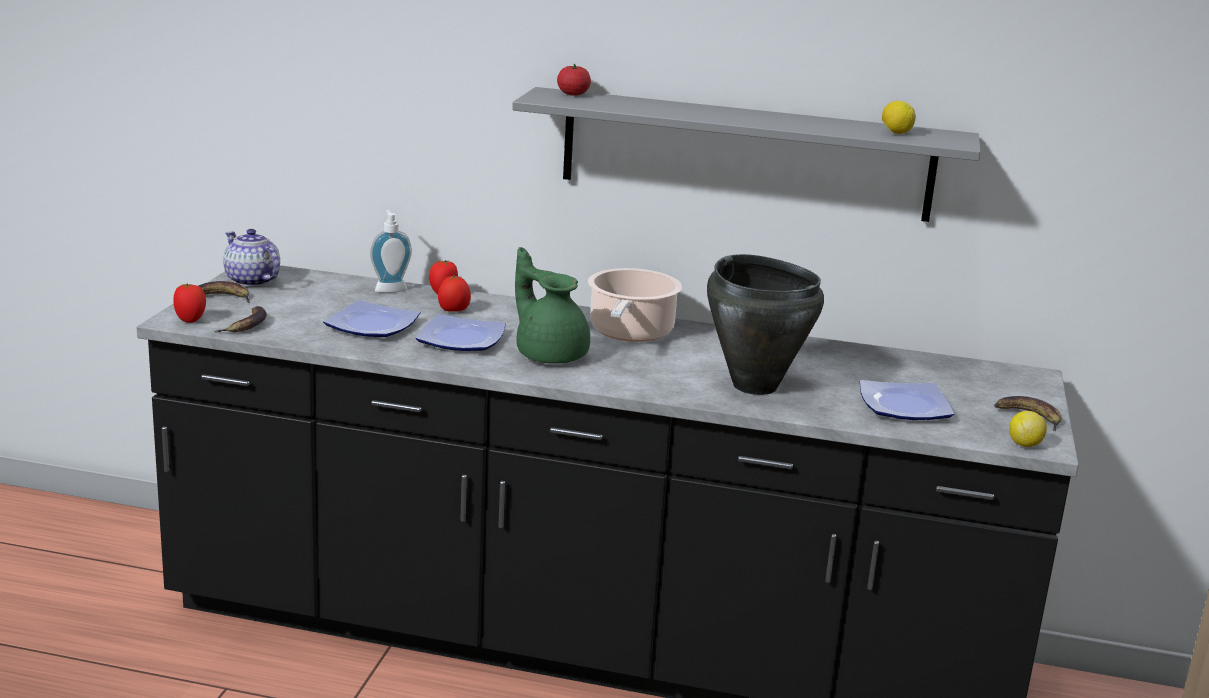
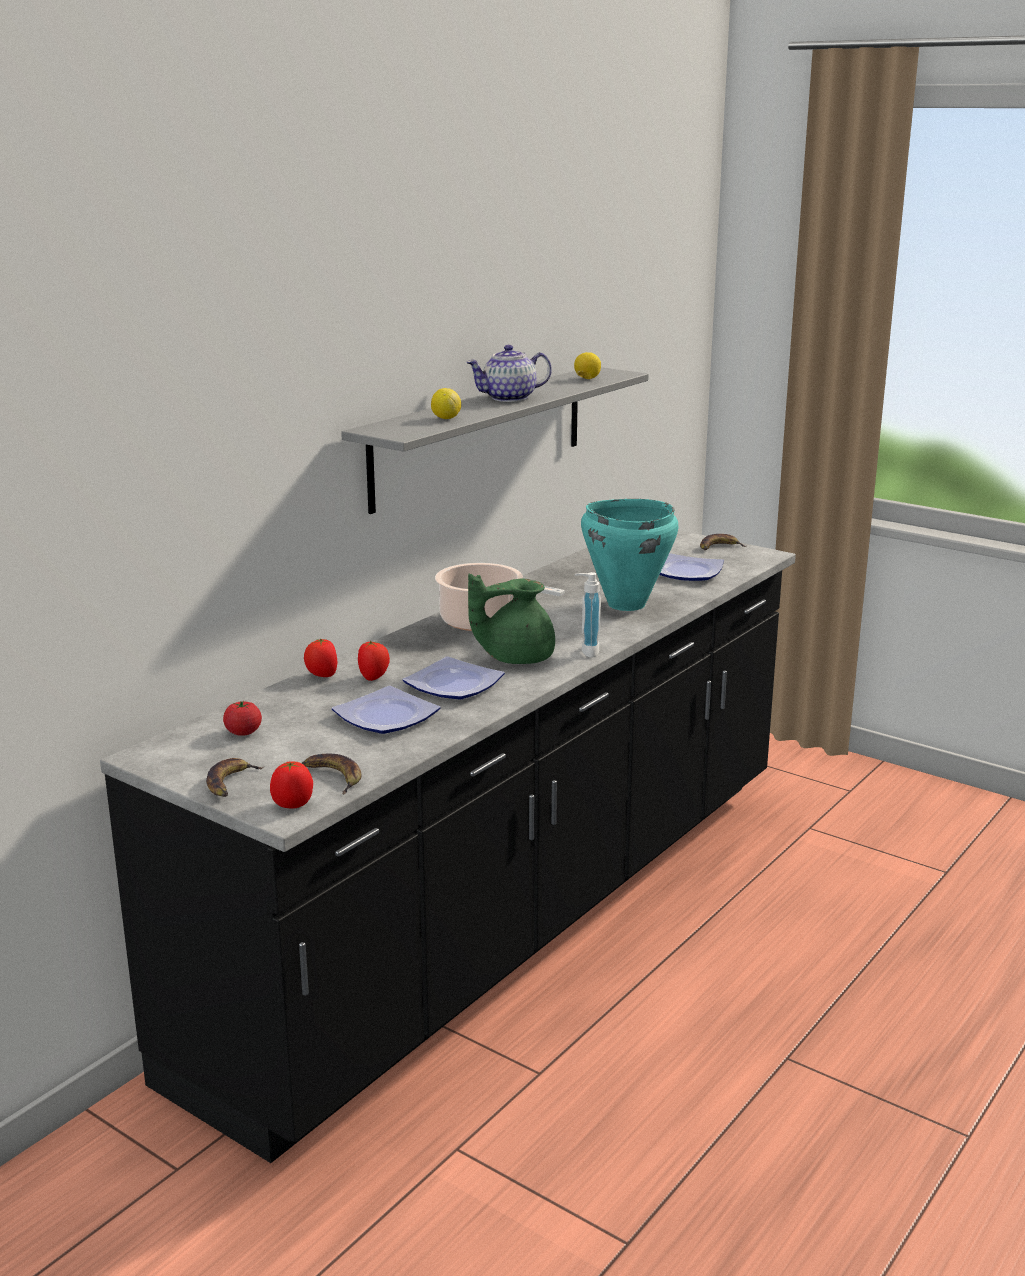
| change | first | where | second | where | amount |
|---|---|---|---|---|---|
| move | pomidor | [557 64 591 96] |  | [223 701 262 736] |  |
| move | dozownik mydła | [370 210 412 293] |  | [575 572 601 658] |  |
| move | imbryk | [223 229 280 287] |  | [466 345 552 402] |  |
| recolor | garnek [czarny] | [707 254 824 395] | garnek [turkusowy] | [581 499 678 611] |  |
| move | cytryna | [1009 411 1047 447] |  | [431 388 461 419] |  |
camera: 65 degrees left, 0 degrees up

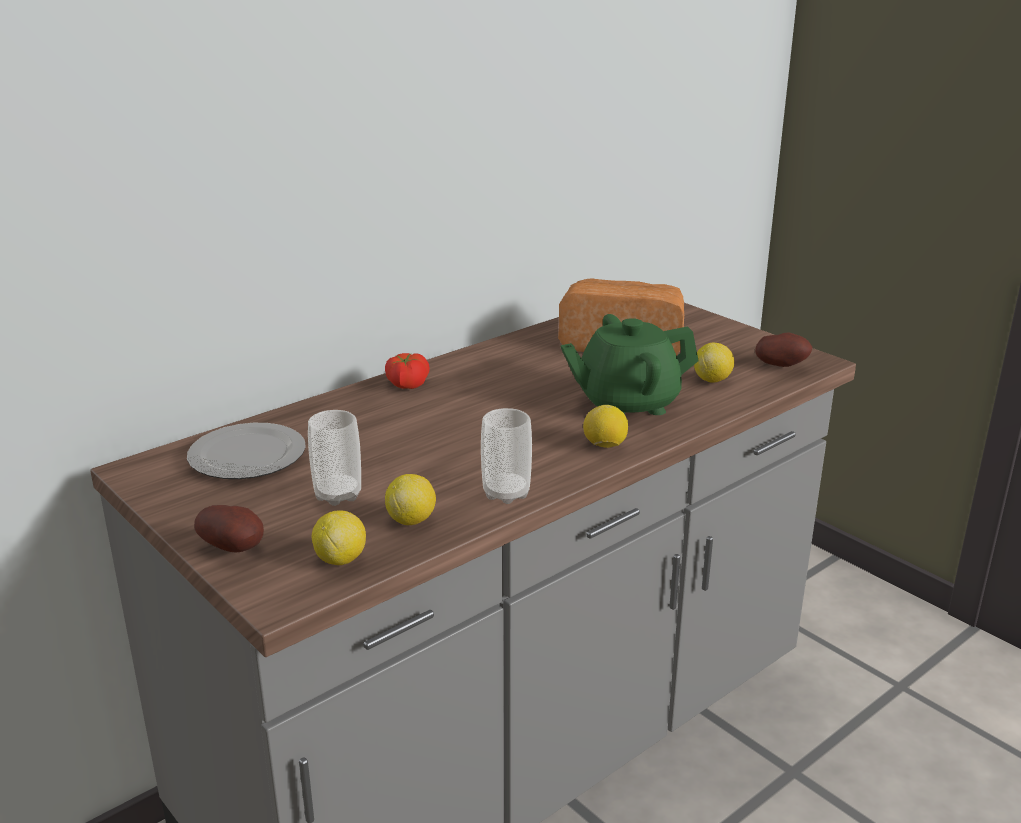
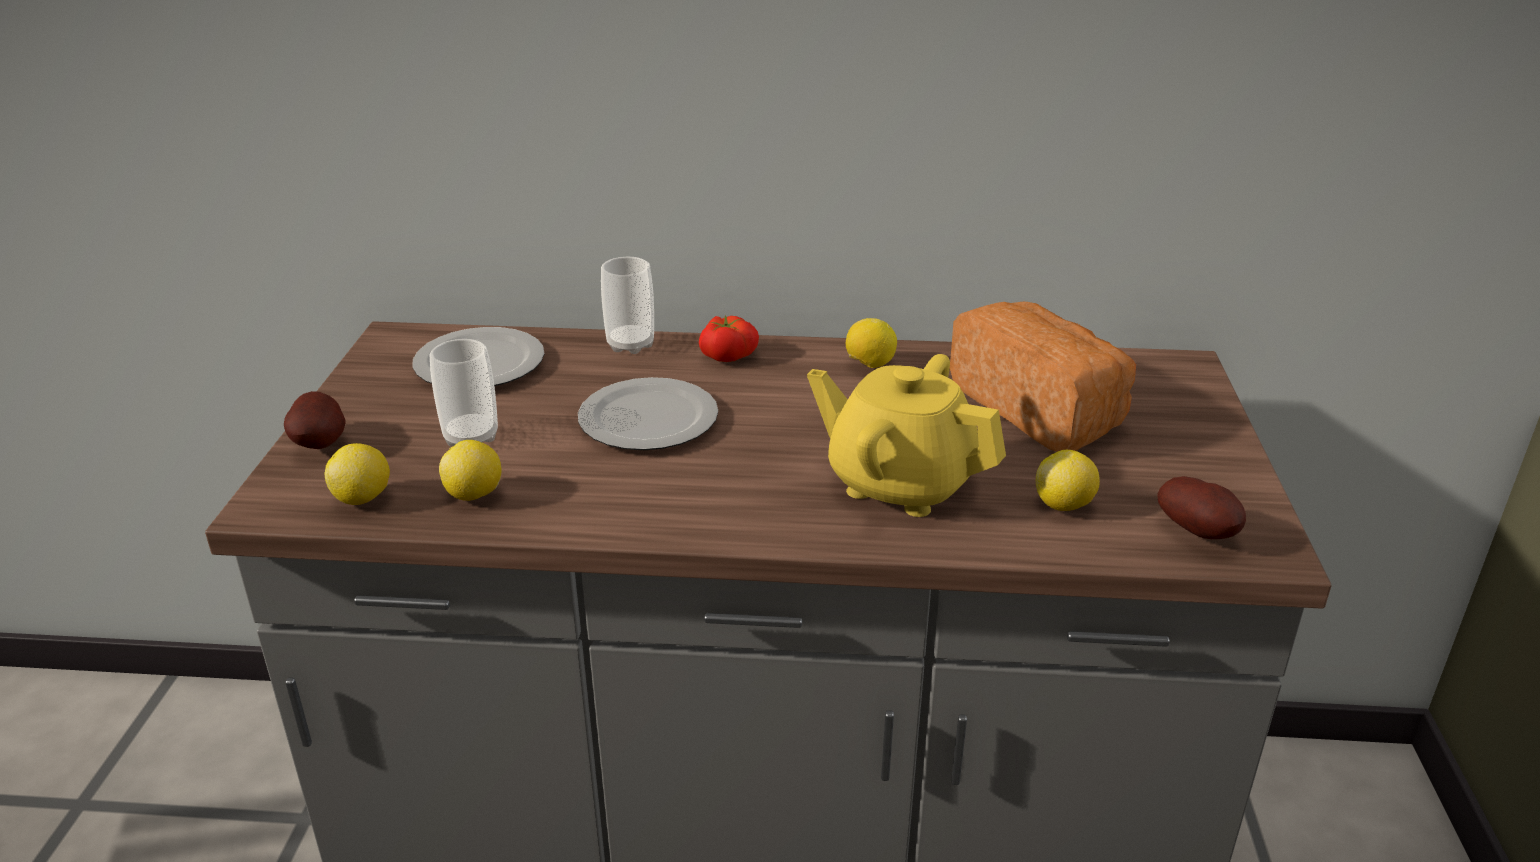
| change | first | where | second | where | amount |
|---|---|---|---|---|---|
| recolor | imbryk [zielony] | [560 314 699 415] | imbryk [żółty] | [807 354 1006 517] |  |
| move | cytryna | [583 405 628 448] |  | [846 318 897 368] |  |
| move | filiżanka | [481 408 532 504] |  | [601 257 654 354] |  |
| insert |  |  | talerz | [578 377 718 450] |  |
camera: 45 degrees right, 5 degrees up

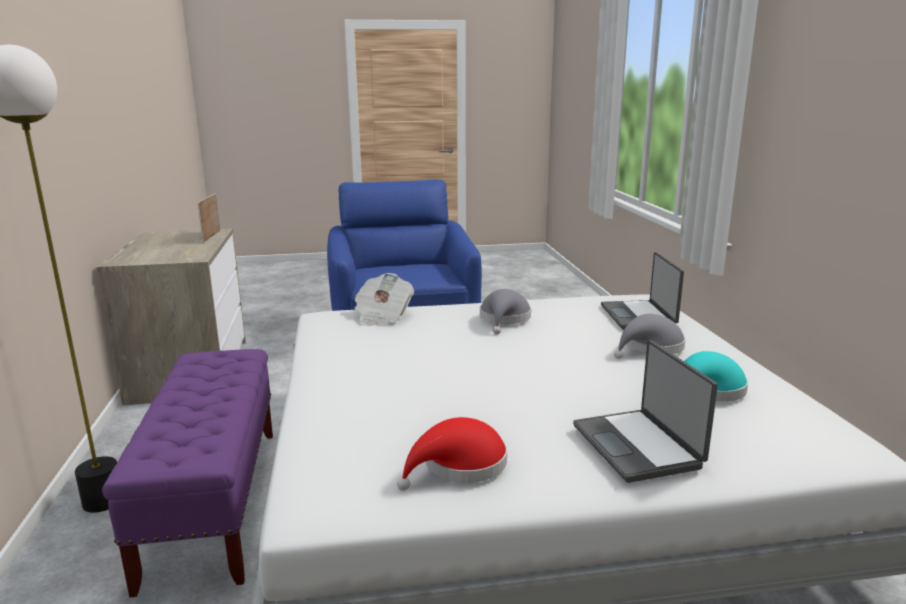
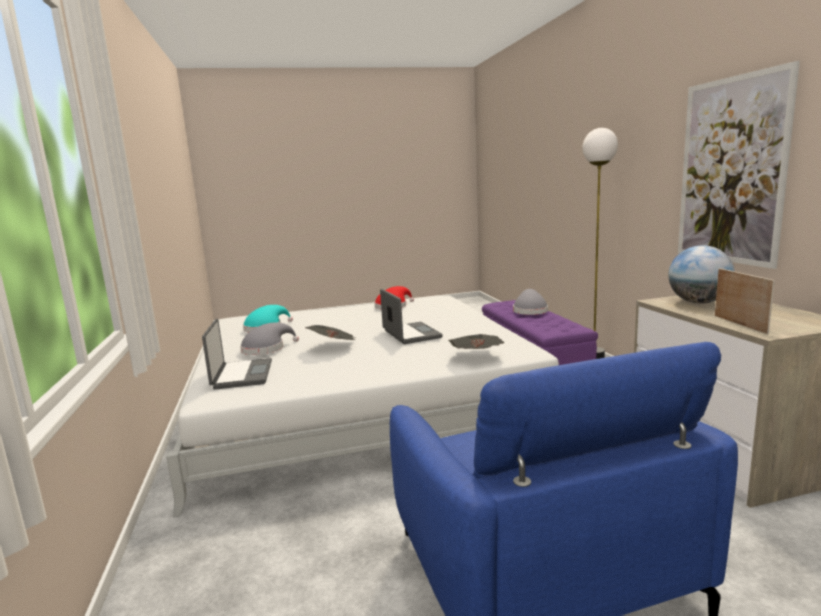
| change | first | where | second | where | amount |
|---|---|---|---|---|---|
| move | kapelusz [szary] | [480 289 531 334] |  | [513 289 548 315] |  |
| move | laptop | [573 340 718 483] |  | [380 289 443 344] |  |
| insert |  |  | obraz | [678 61 800 269] |  |
| insert |  |  | globus | [668 245 735 304] |  |
| insert |  |  | gazeta | [305 325 356 340] |  |
camera: 175 degrees right, 5 degrees down

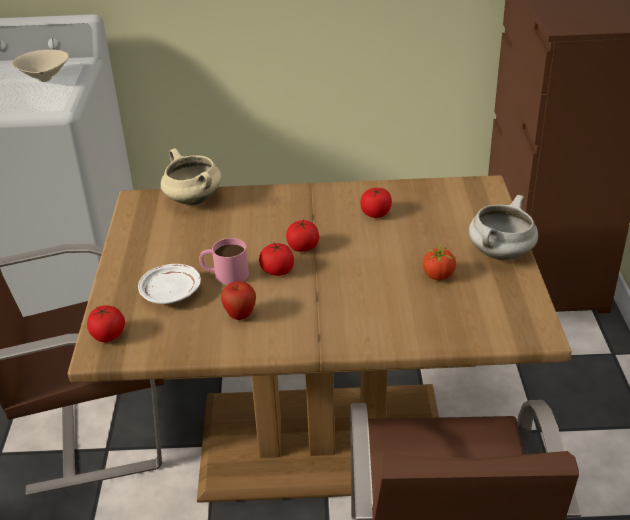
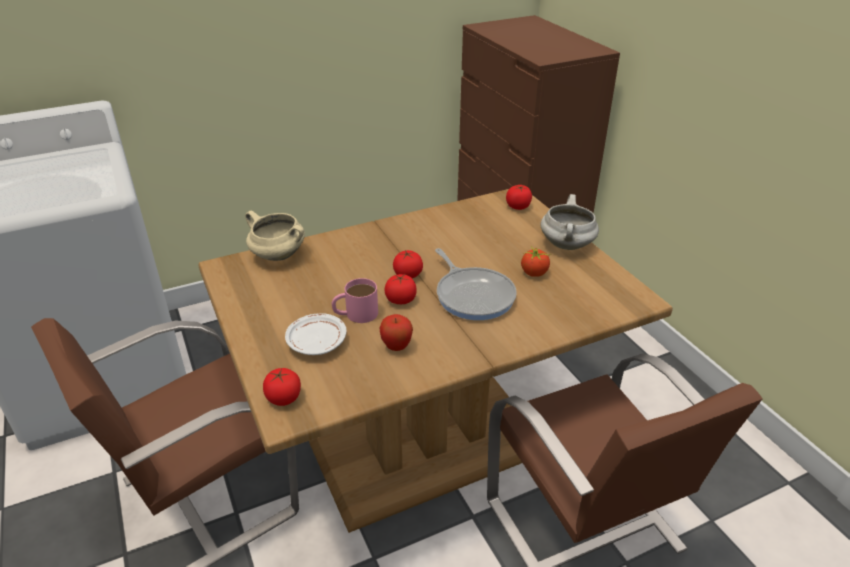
| change | first | where | second | where | amount |
|---|---|---|---|---|---|
| delete | miska [beżowy] | [12 50 69 82] |  |  |  |
| move | pomidor | [360 188 392 218] |  | [506 185 532 210] |  |
| insert |  |  | patelnia | [435 248 517 320] |  |
camera: 25 degrees left, 0 degrees up

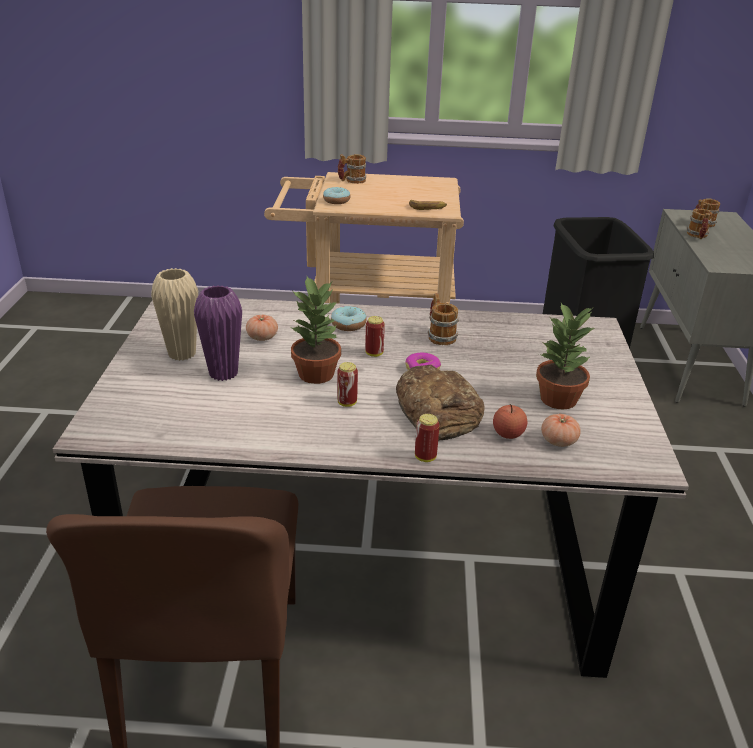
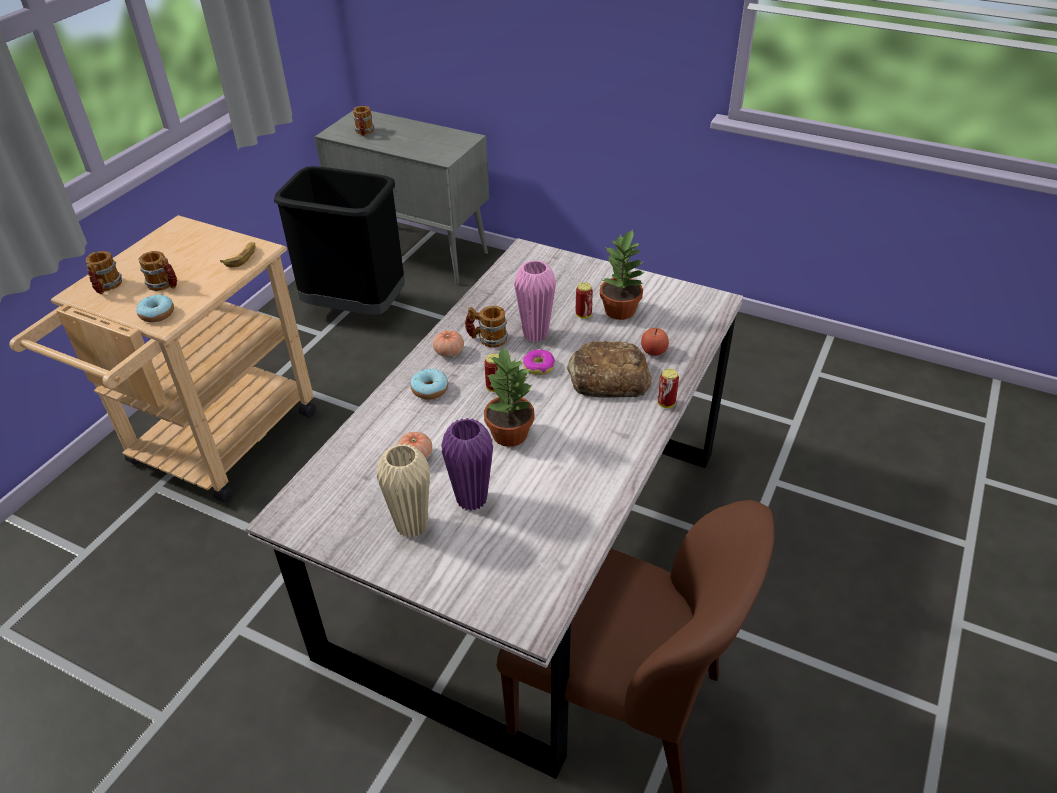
| change | first | where | second | where | amount |
|---|---|---|---|---|---|
| move | kubek | [687 209 712 239] |  | [139 251 177 291] |  |
| move | puszka | [337 362 358 407] |  | [576 282 593 319] |  |
| move | pomidor | [541 414 581 447] |  | [433 330 464 357] |  |
| insert |  |  | wazon [różowy] | [514 260 556 342] |  |
camera: 65 degrees left, 10 degrees up

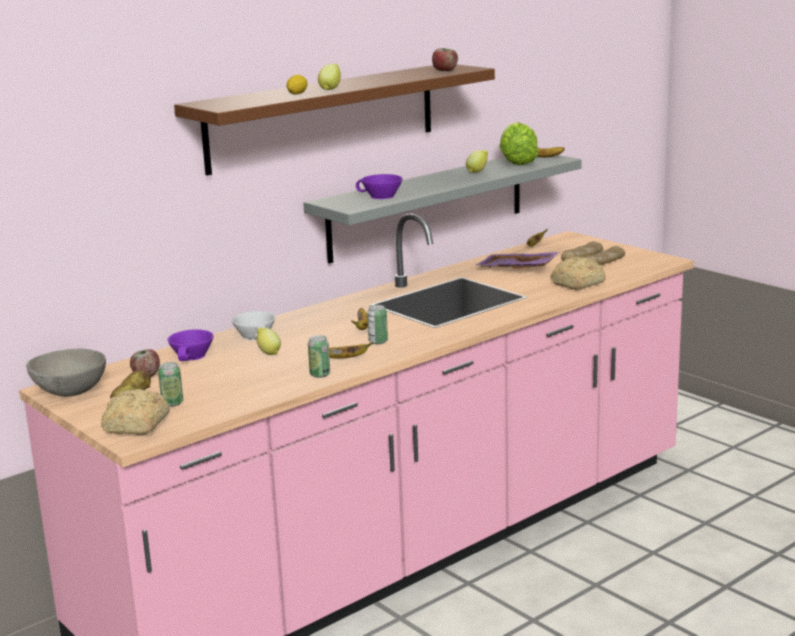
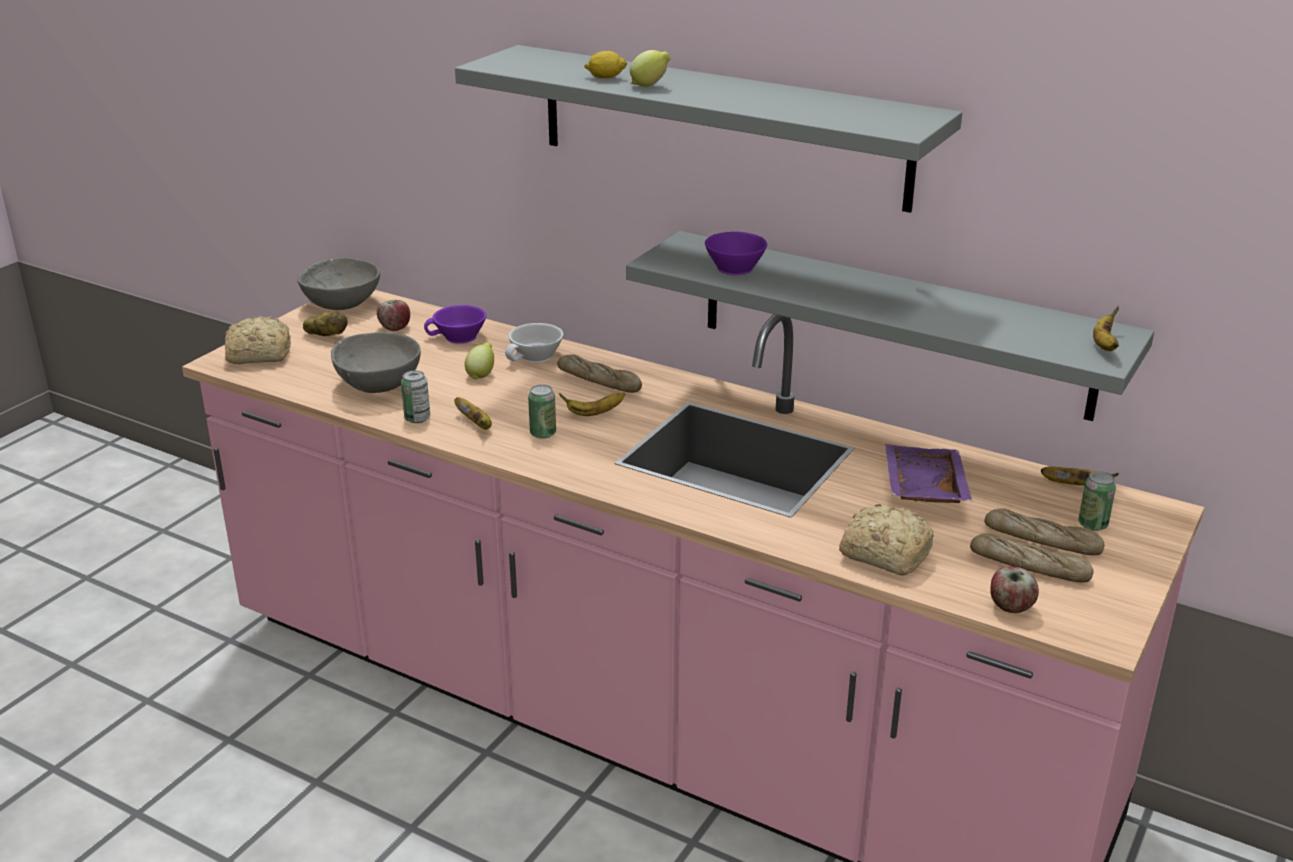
| change | first | where | second | where | amount |
|---|---|---|---|---|---|
| move | jabłko | [432 48 458 71] |  | [990 566 1039 613] |  |
| recolor | półka [brązowy] | [174 64 495 176] | półka [szary] | [455 45 962 213] |  |
| delete | sałata | [500 122 538 165] |  |  |  |
| delete | cytryna | [466 150 488 172] |  |  |  |
| move | puszka | [158 362 183 407] |  | [1078 471 1116 531] |  |
| insert |  |  | miska [szary] | [331 332 421 393] |  |
| insert |  |  | chleb | [557 354 642 393] |  |
camera: 70 degrees right, 10 degrees up

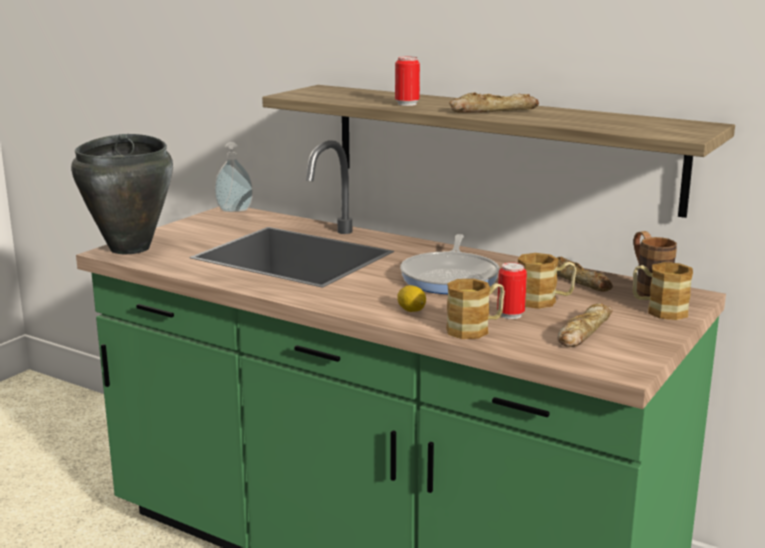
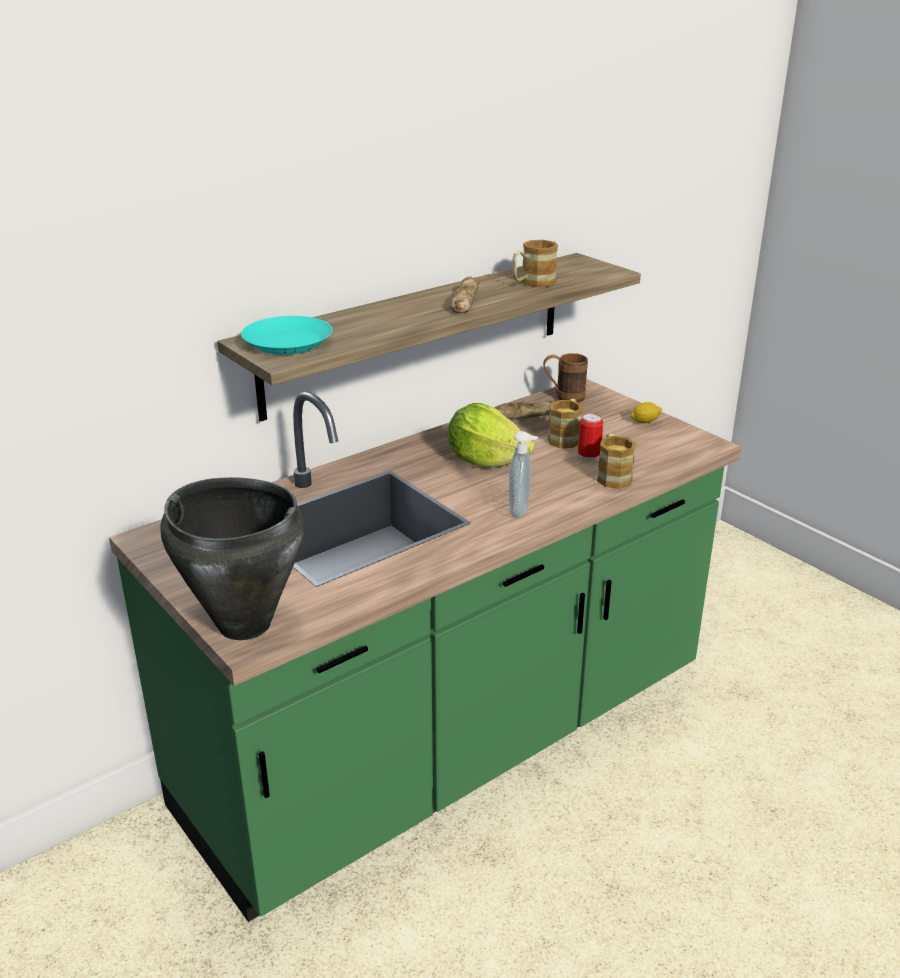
| change | first | where | second | where | amount |
|---|---|---|---|---|---|
| delete | puszka | [395 56 420 106] |  |  |  |
| move | dozownik mydła | [215 142 253 212] |  | [509 431 538 518] |  |
| replace | patelnia | [400 234 500 294] | sałata | [447 403 535 467] |  |
| move | kubek | [633 262 693 320] |  | [512 240 558 288] |  |
| move | cytryna | [398 285 426 312] |  | [630 402 662 423] |  |
| delete | chleb | [557 303 613 347] |  |  |  |
| insert |  |  | talerz [turkusowy] | [241 316 333 355] |  |
camera: 70 degrees left, 10 degrees up

